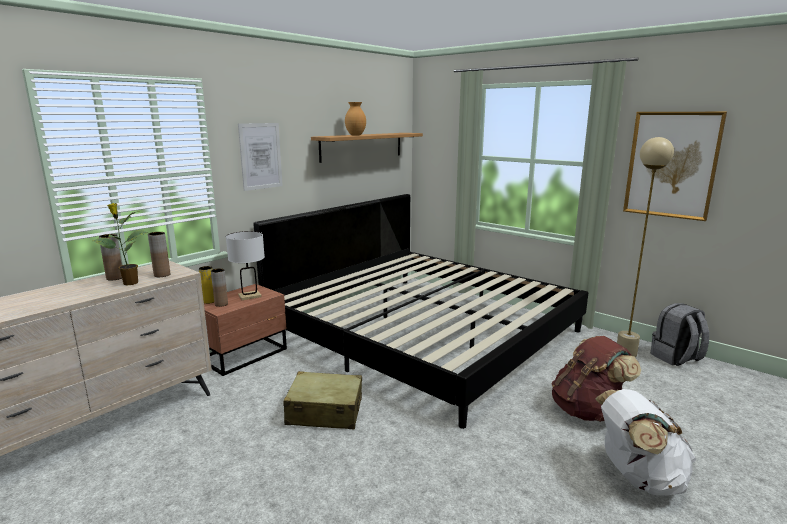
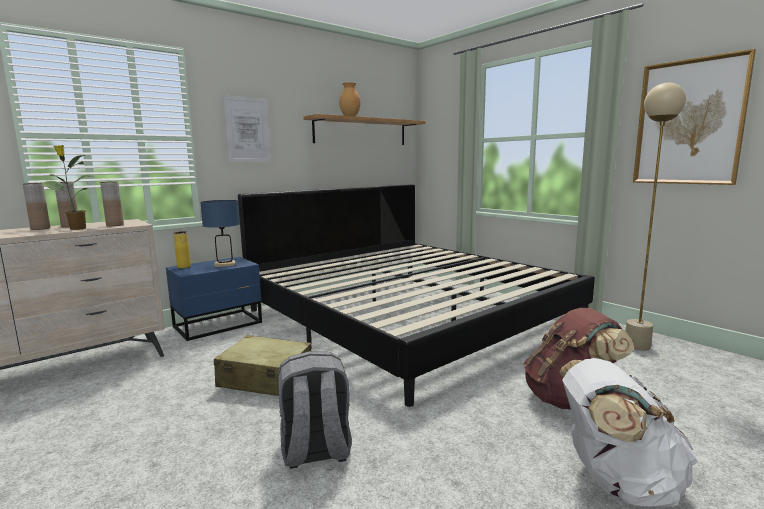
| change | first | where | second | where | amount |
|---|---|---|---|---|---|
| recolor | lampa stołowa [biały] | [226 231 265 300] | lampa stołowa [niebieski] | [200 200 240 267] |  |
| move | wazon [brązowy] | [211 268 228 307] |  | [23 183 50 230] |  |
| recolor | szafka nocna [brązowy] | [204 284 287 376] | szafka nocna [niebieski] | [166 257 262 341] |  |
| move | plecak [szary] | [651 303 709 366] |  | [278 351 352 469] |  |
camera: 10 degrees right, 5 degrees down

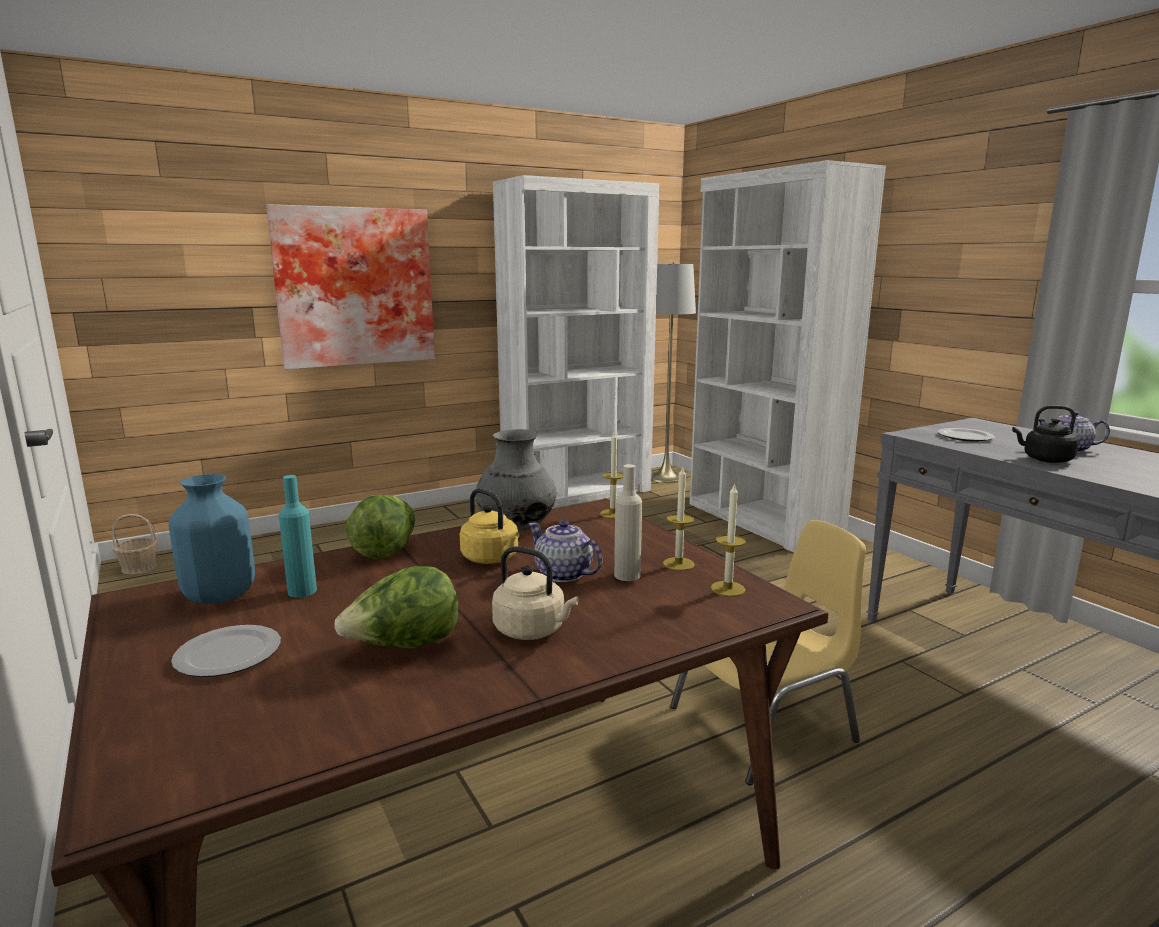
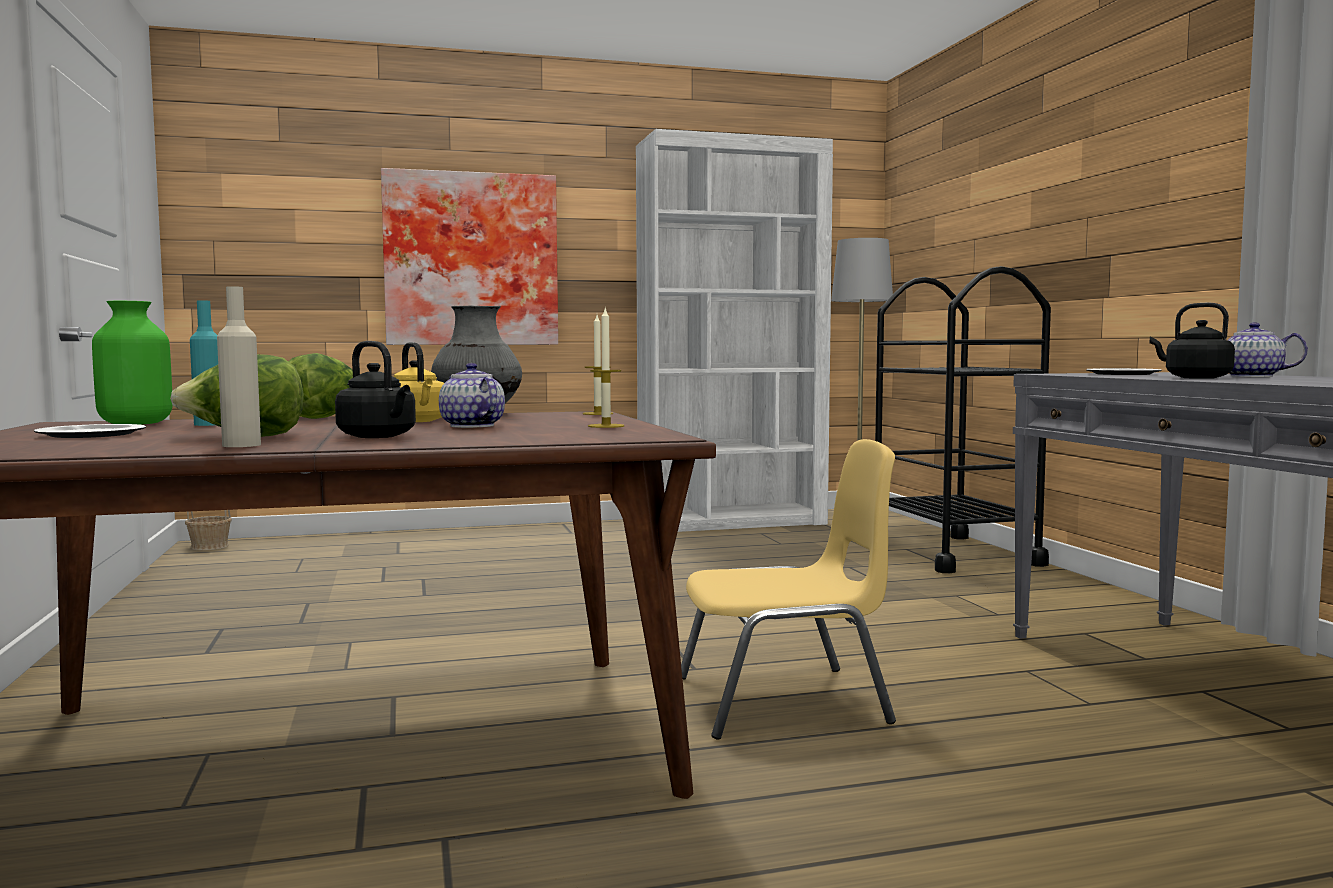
| change | first | where | second | where | amount |
|---|---|---|---|---|---|
| replace | regał [biały] | [690 160 886 553] | wózek [czarny] | [875 266 1051 573] |  |
| move | butelka [beżowy] | [614 464 642 581] |  | [217 286 261 447] |  |
| recolor | wazon [niebieski] | [169 474 255 604] | wazon [zielony] | [92 301 173 425] |  |
| delete | świeca | [711 483 746 597] |  |  |  |
| recolor | czajnik [beżowy] | [492 546 579 640] | czajnik [czarny] | [335 341 416 438] |  |
camera: 15 degrees right, 10 degrees down

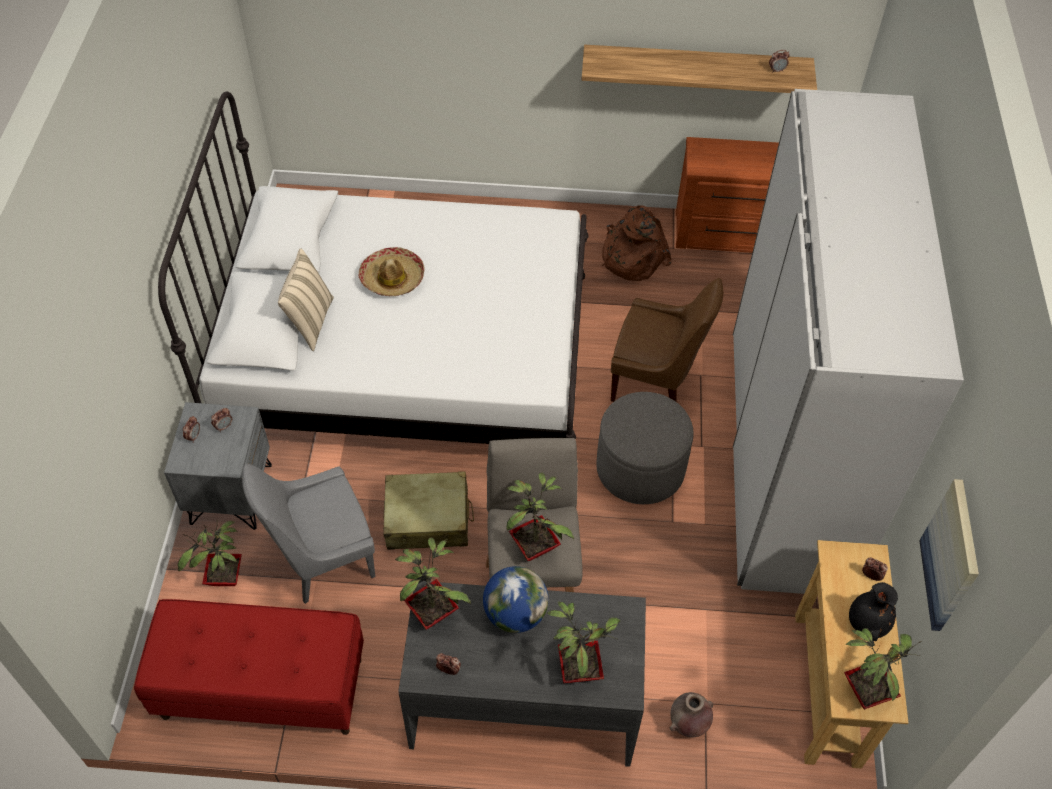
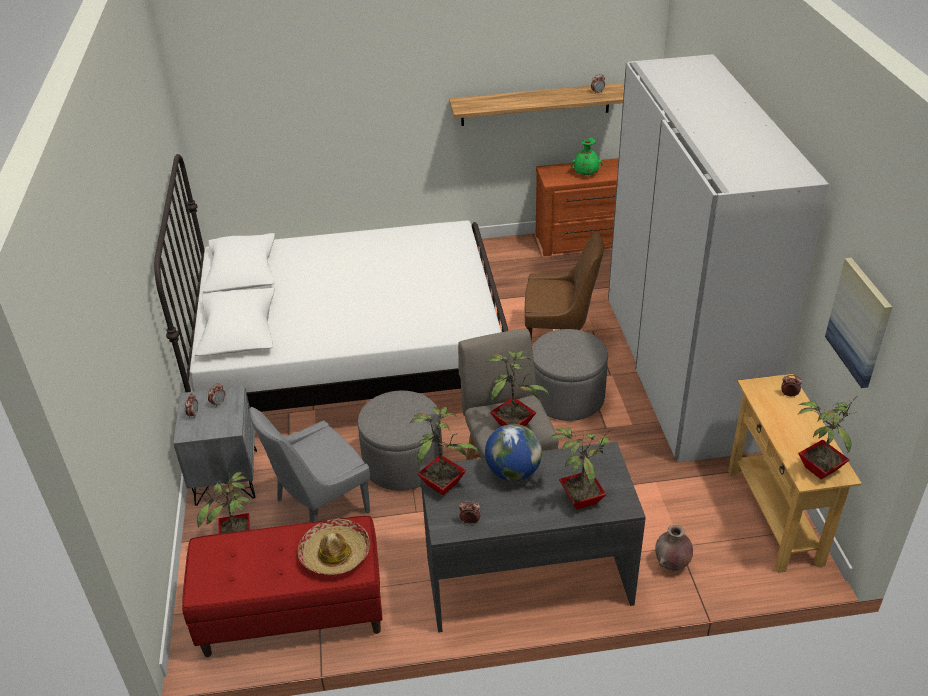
| change | first | where | second | where | amount |
|---|---|---|---|---|---|
| delete | plecak [brązowy] | [602 205 672 281] |  |  |  |
| move | kapelusz | [358 247 425 296] |  | [298 519 370 575] |  |
| delete | poduszka [beżowy] | [278 249 334 351] |  |  |  |
| replace | walizka [beżowy] | [383 471 474 550] | pufa [szary] | [357 390 443 491] |  |
| delete | wazon [czarny] | [849 582 898 641] |  |  |  |
| insert |  |  | wazon [zielony] | [571 138 602 175] |  |
camera: 10 degrees left, 15 degrees down

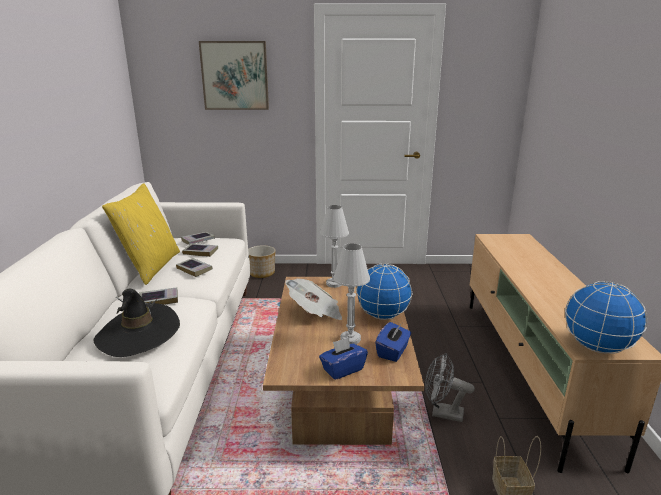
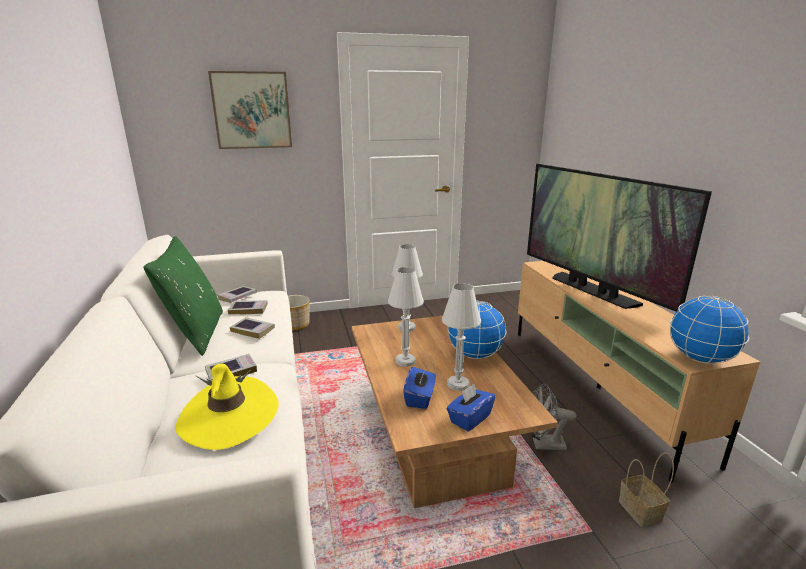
| change | first | where | second | where | amount |
|---|---|---|---|---|---|
| recolor | poduszka [żółty] | [102 183 180 285] | poduszka [zielony] | [143 236 223 356] |  |
| replace | gazeta | [285 279 342 320] | lampa stołowa [biały] | [388 267 424 367] |  |
| recolor | kapelusz [czarny] | [94 289 180 357] | kapelusz [żółty] | [175 364 279 450] |  |
| move | pudełko chusteczek [niebieski] | [375 322 411 362] |  | [403 367 436 409] |  |
| insert |  |  | telewizor | [527 164 712 312] |  |
camera: 15 degrees left, 0 degrees up

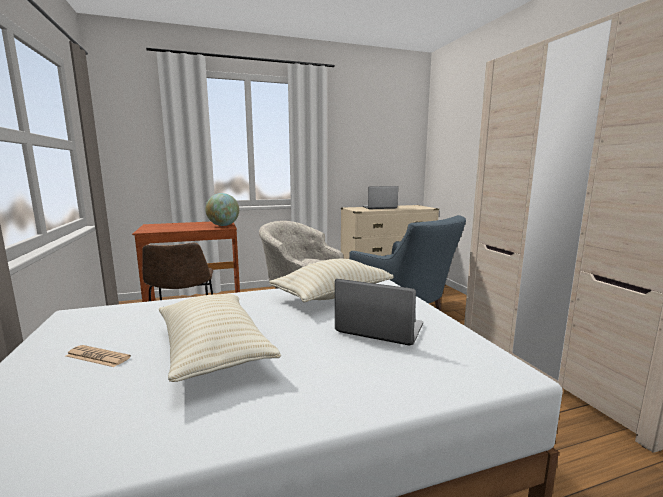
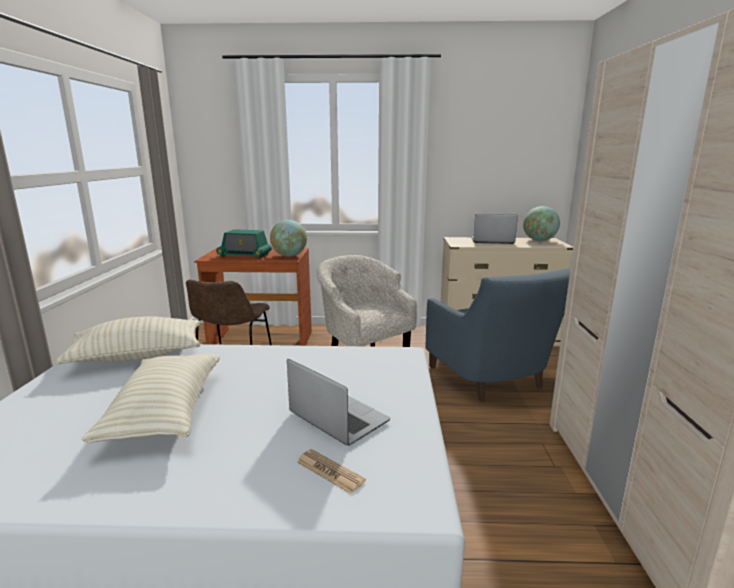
| change | first | where | second | where | amount |
|---|---|---|---|---|---|
| move | poduszka [beżowy] | [269 259 393 302] |  | [56 316 200 364] |  |
| move | gazeta | [66 345 131 367] |  | [297 449 366 494] |  |
| insert |  |  | globus | [523 206 560 241] |  |
| insert |  |  | radio | [216 229 272 258] |  |
camera: 20 degrees right, 5 degrees up

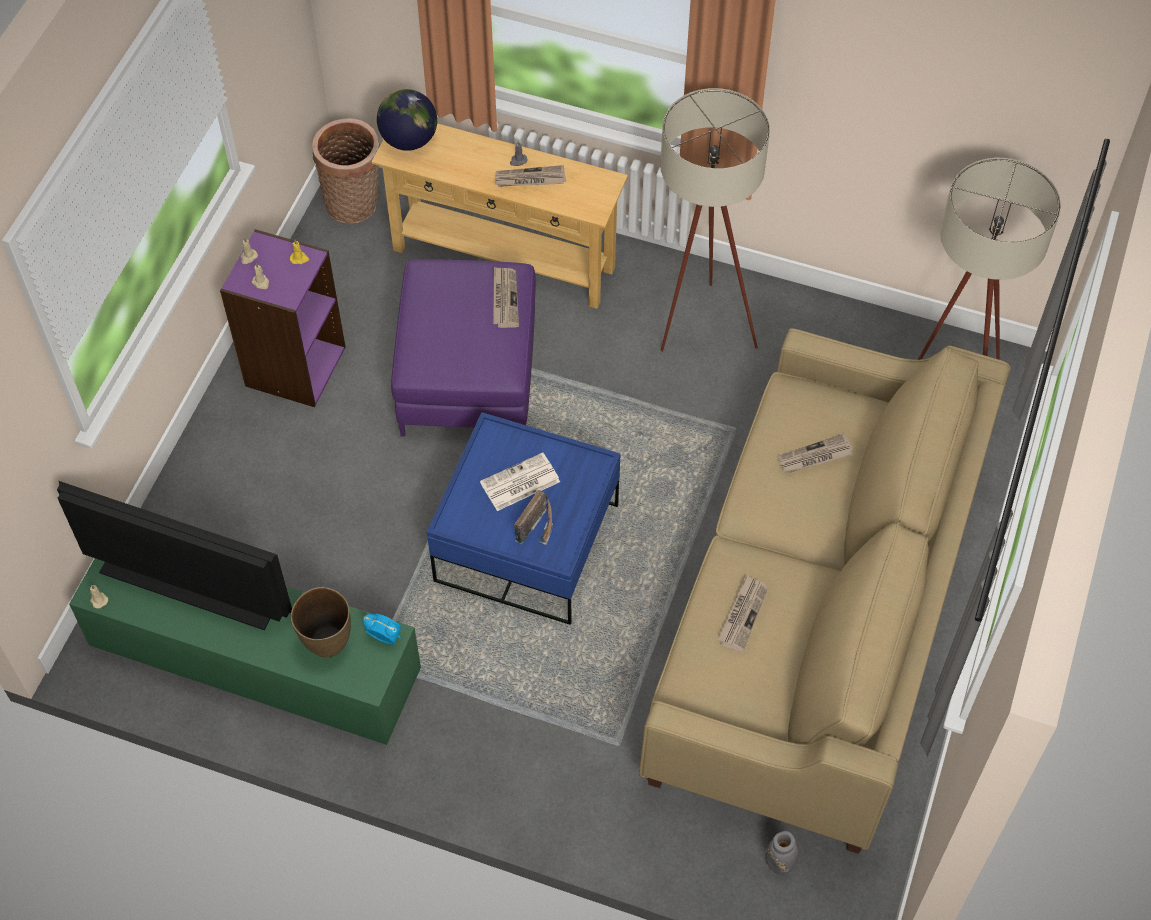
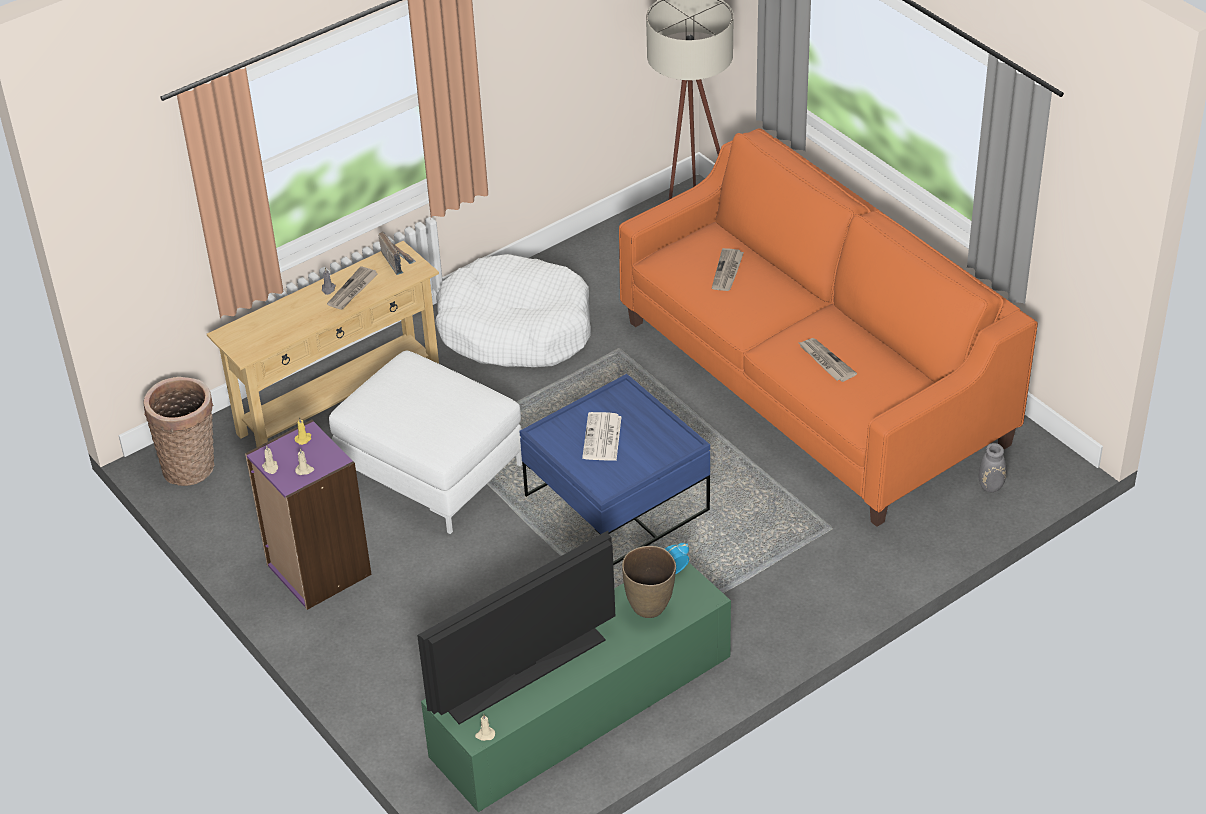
| change | first | where | second | where | amount |
|---|---|---|---|---|---|
| replace | lampa stojąca [beżowy] | [660 88 770 352] | legowisko [biały] | [435 254 591 367] |  |
| delete | globus | [377 89 437 151] |  |  |  |
| recolor | pufa [fioletowy] | [391 259 536 437] | pufa [biały] | [329 351 522 534] |  |
| delete | gazeta | [493 267 519 328] |  |  |  |
| recolor | kanapa [beżowy] | [639 328 1011 854] | kanapa [pomarańczowy] | [619 128 1038 527] |  |
| move | radio | [514 490 553 545] |  | [378 231 416 275] |  |
camera: 55 degrees left, 15 degrees down

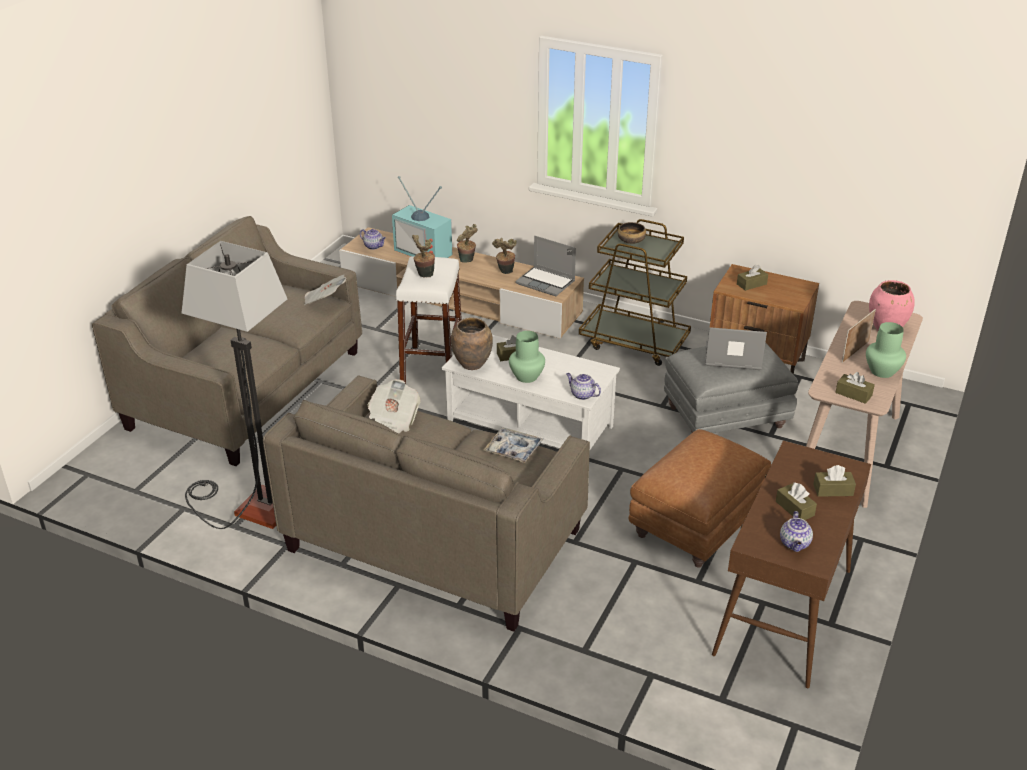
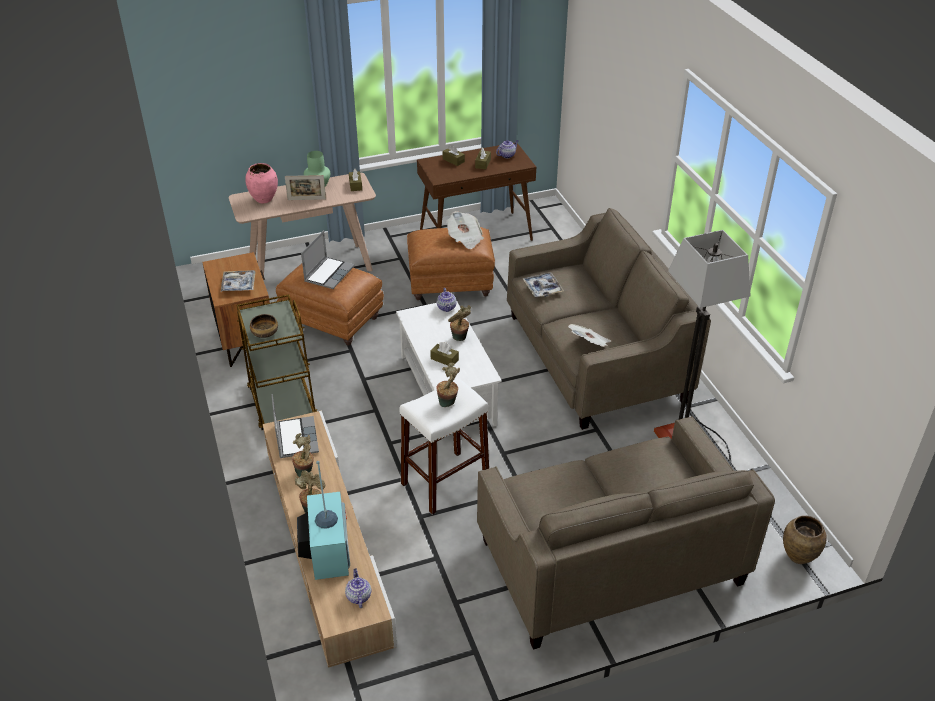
| change | first | where | second | where | amount |
|---|---|---|---|---|---|
| replace | pudełko chusteczek [brązowy] | [737 264 768 291] | taca | [221 270 255 292] |  |
| move | gazeta | [304 274 346 305] |  | [446 211 484 249] |  |
| move | wazon [brązowy] | [451 317 493 370] |  | [783 515 827 564] |  |
| rotate | laptop | [705 327 767 370] |  | [301 230 355 289] | 120 degrees counterclockwise |
| replace | wazon [zielony] | [509 331 545 383] | roślina doniczkowa | [448 305 471 341] |  |
| recolor | pufa [szary] | [664 343 798 433] | pufa [brązowy] | [276 264 384 346] |  |
camera: 135 degrees left, 5 degrees up

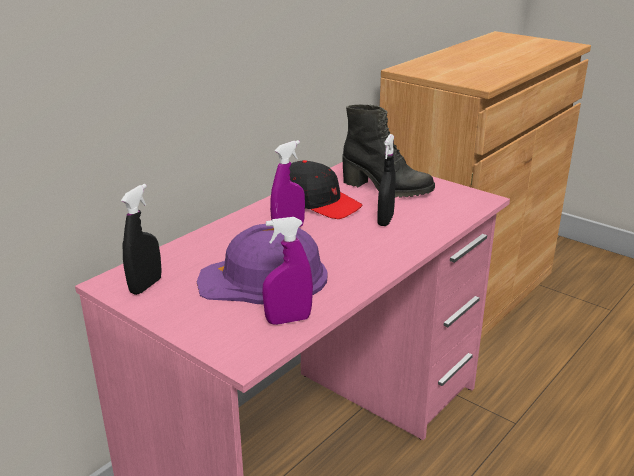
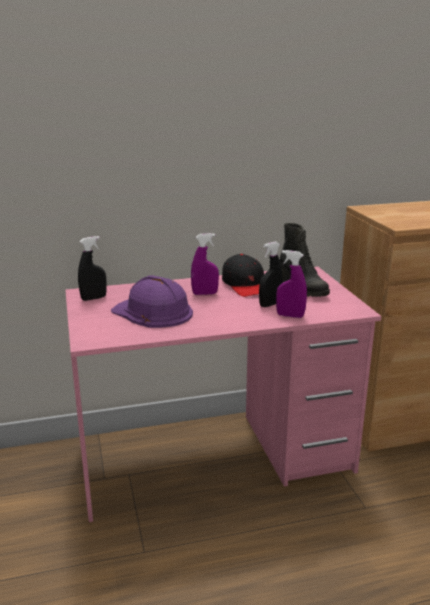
| change | first | where | second | where | amount |
|---|---|---|---|---|---|
| move | spryskiwacz [fioletowy] | [262 217 313 325] |  | [276 250 307 318] |  |
camera: 35 degrees right, 5 degrees down

